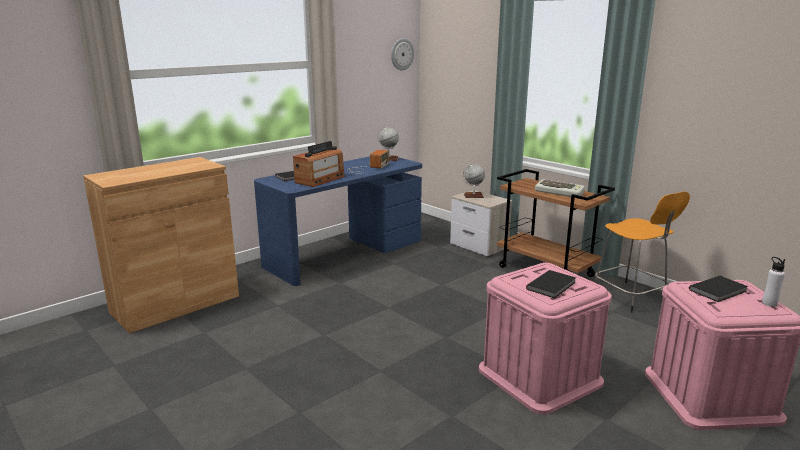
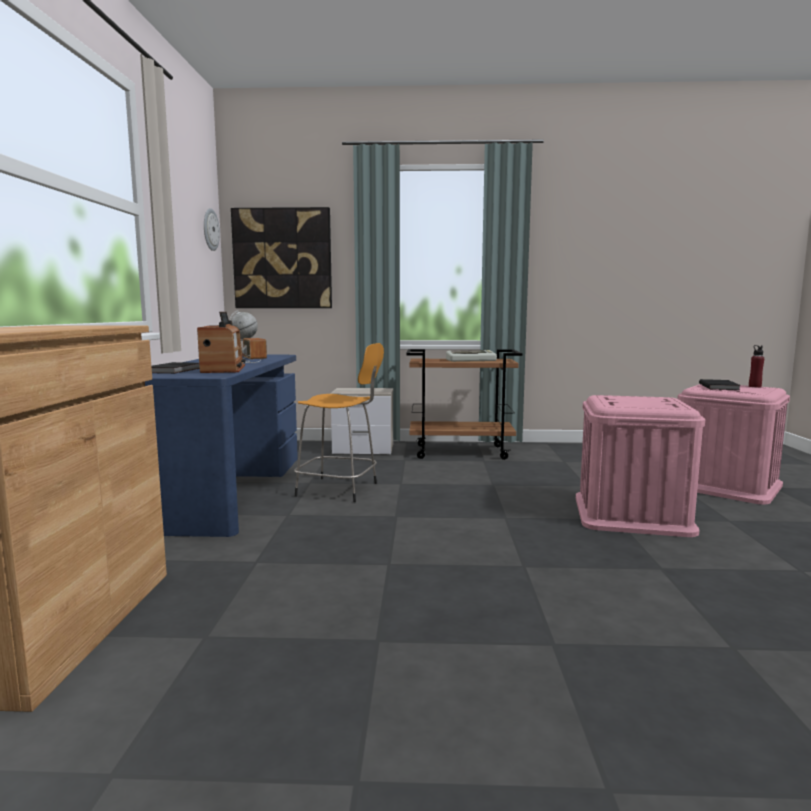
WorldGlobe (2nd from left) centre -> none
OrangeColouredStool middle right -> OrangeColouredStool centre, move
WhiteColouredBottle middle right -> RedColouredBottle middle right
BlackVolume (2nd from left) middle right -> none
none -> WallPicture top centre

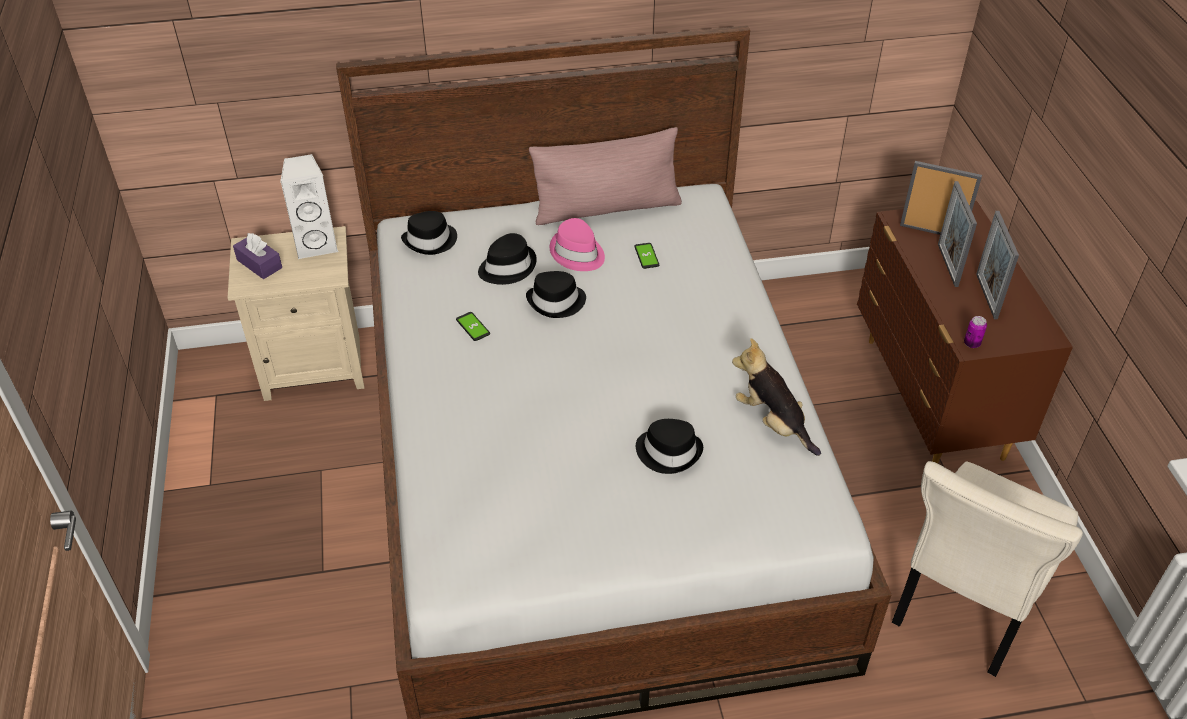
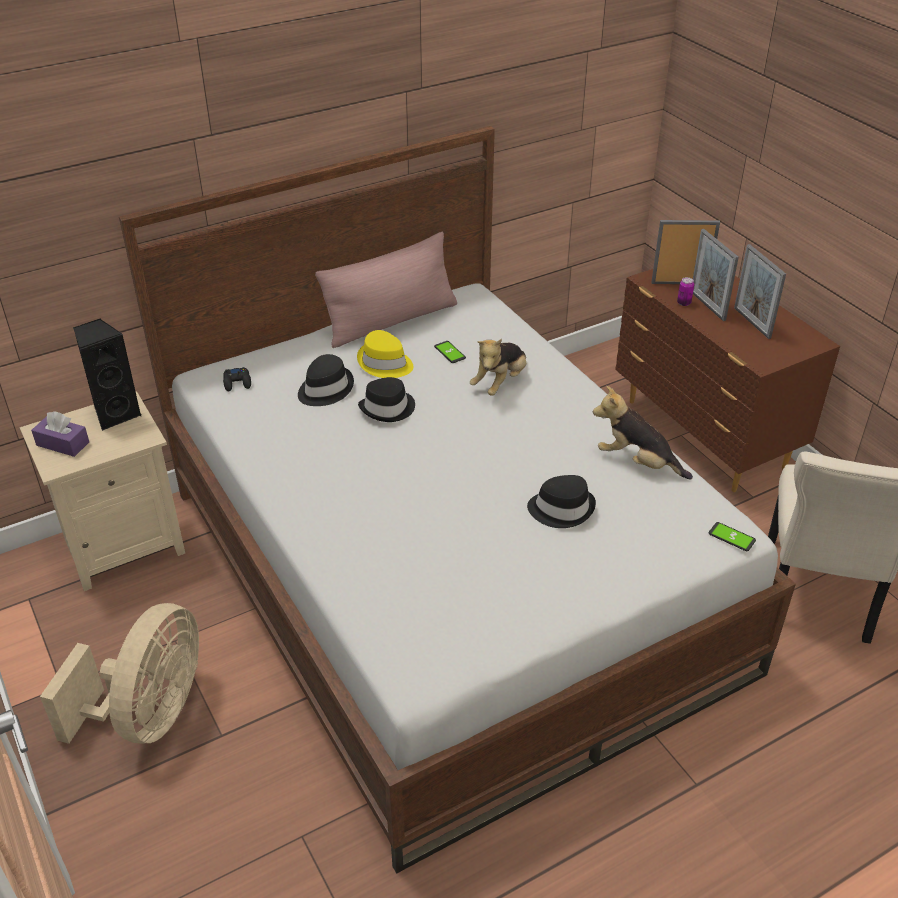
WhiteColouredLoudspeaker top left -> BlackLoudspeaker middle left
BlackHat (1st from left) top centre -> BlackGamepad middle left
PinkHat centre -> YellowHat centre
Handset (1st from left in the first image) centre -> Handset (2nd from left) middle right, move
Can middle right -> Can top right, move
none -> PlushToy (1st from left) centre
none -> BeigeColouredCoolingFan bottom left

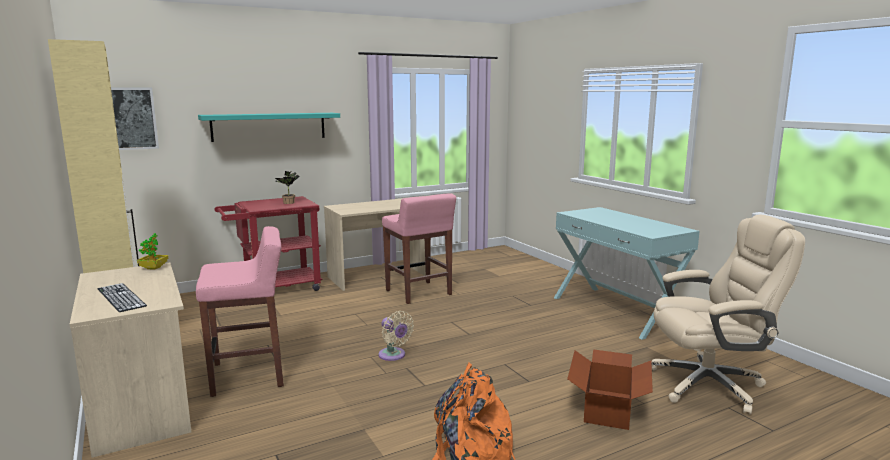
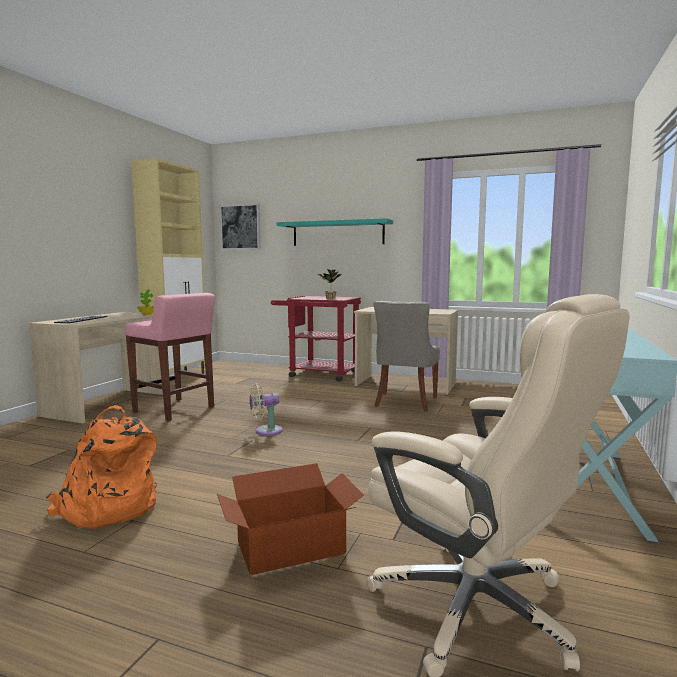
PinkStool (2nd from left) centre -> GreyishChair centre
BeigeColouredCoolingFan bottom centre -> BeigeColouredCoolingFan centre, 60 degrees clockwise

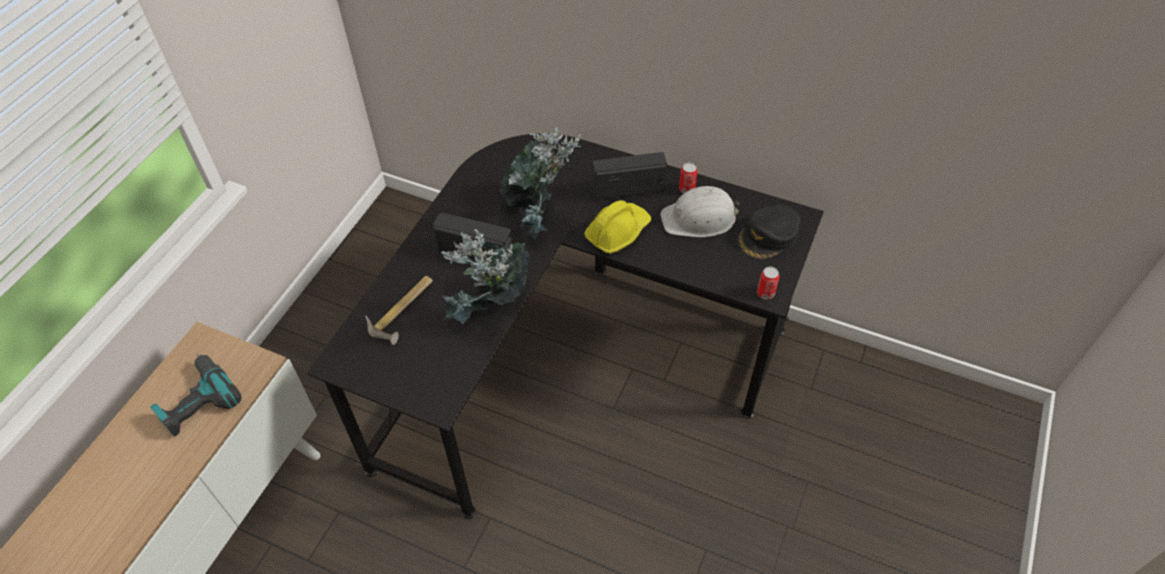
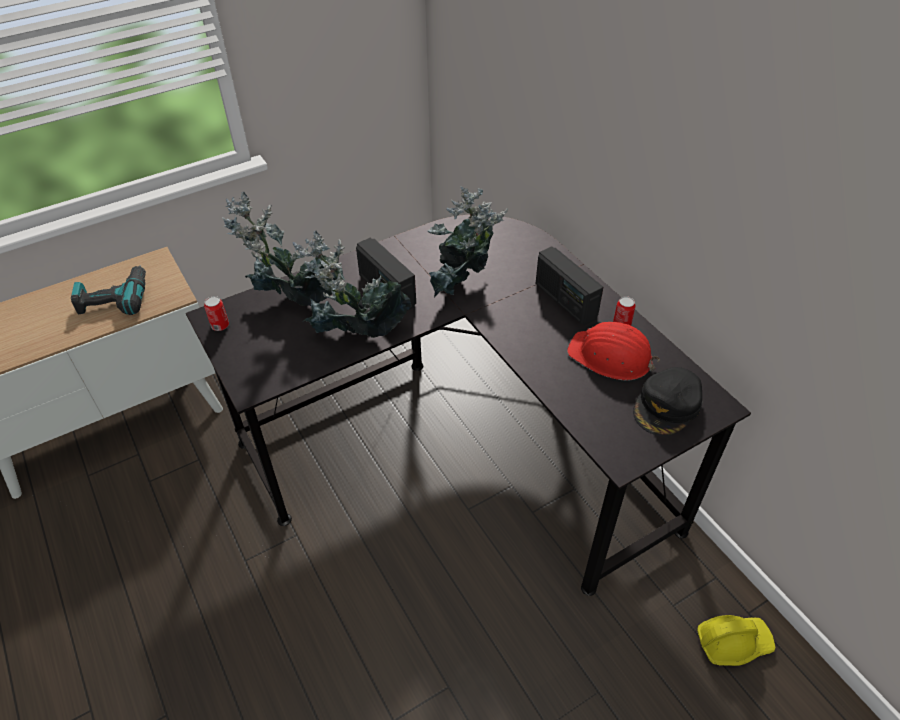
Radio (2nd from left) top centre -> Radio (2nd from left) centre, 150 degrees counterclockwise
WhiteColouredWorkHelmet centre -> RedColouredWorkHelmet middle right
YellowWorkHelmet centre -> YellowWorkHelmet bottom right, move
BlackCap centre -> BlackCap middle right, 45 degrees counterclockwise
Can (2nd from left in the first image) centre -> Can (1st from left) middle left, move
ToolHammer centre -> Houseplant (1st from left) middle left

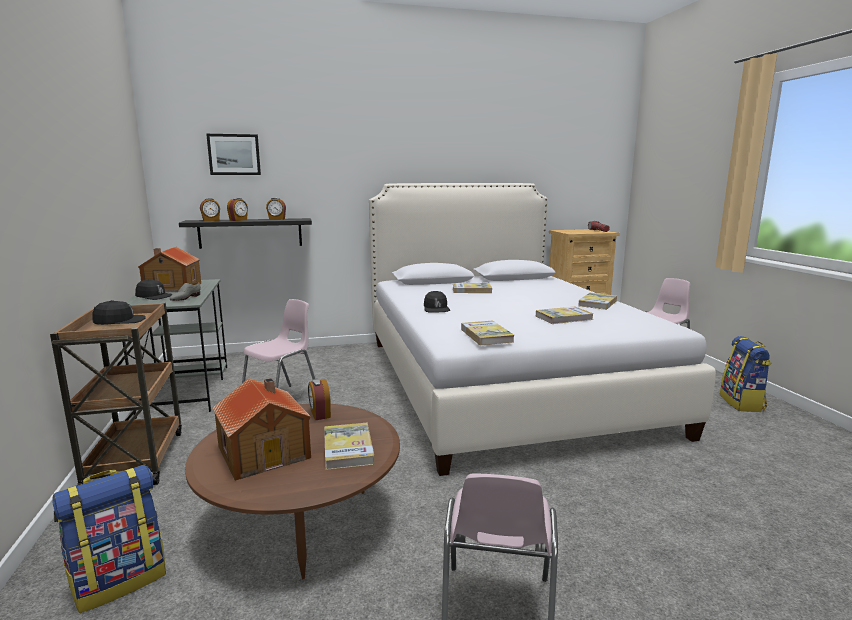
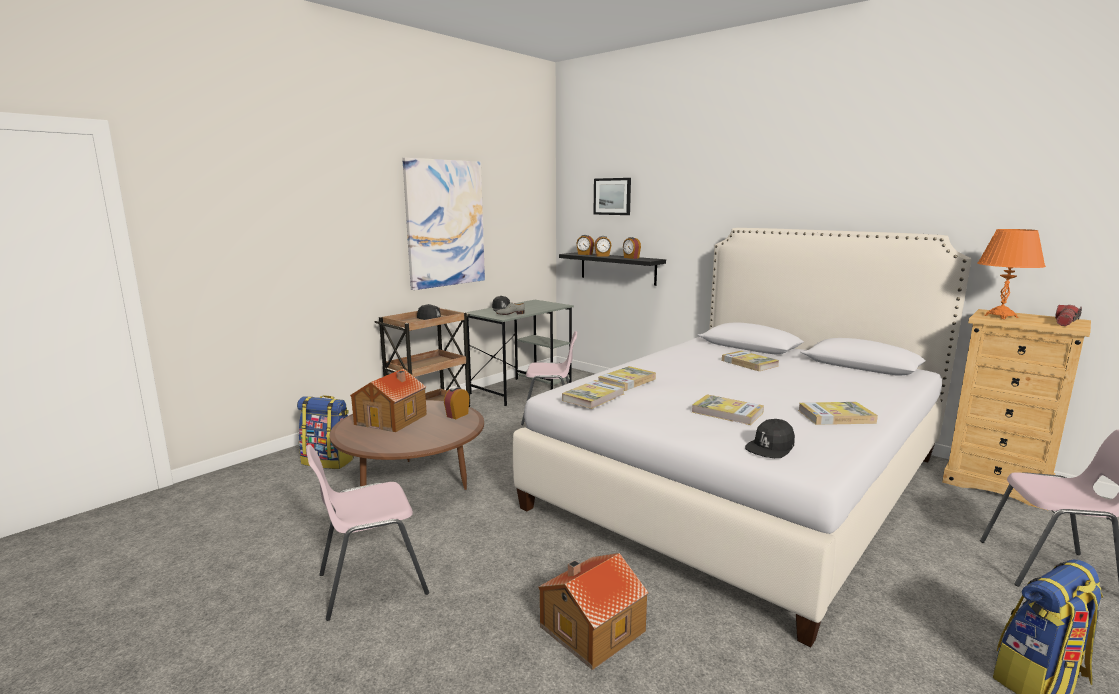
ModelHouse (1st from left in the first image) middle left -> ModelHouse (2nd from left) bottom centre, move
BlackCap (3rd from left) centre -> BlackCap (3rd from left) middle right, move
Volume (1st from left in the first image) bottom centre -> Volume (2nd from left) centre, move
none -> WallPicture (1st from left) top centre
none -> OrangeColouredLampForATable middle right

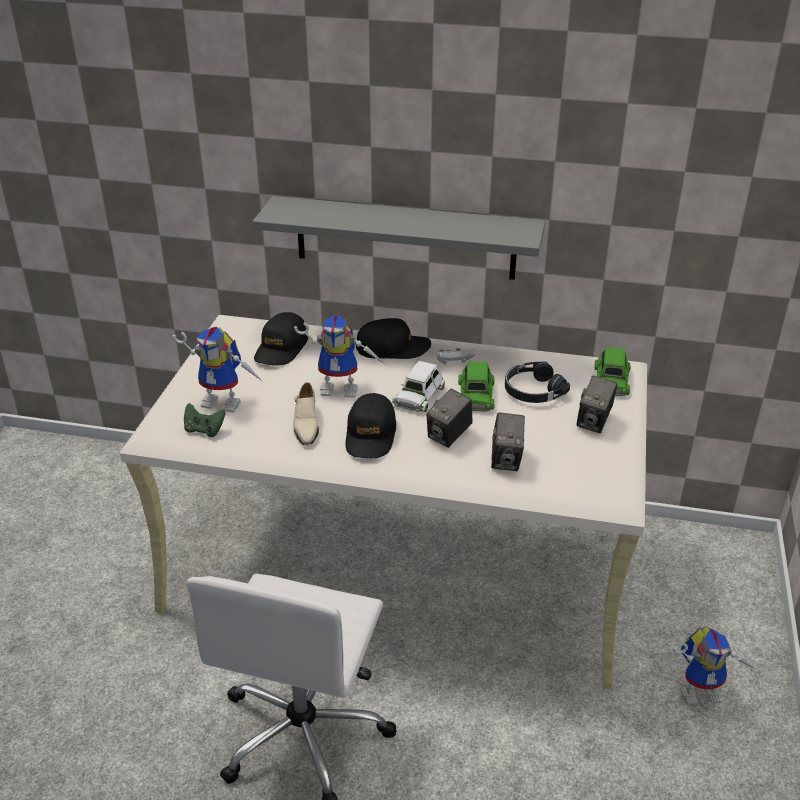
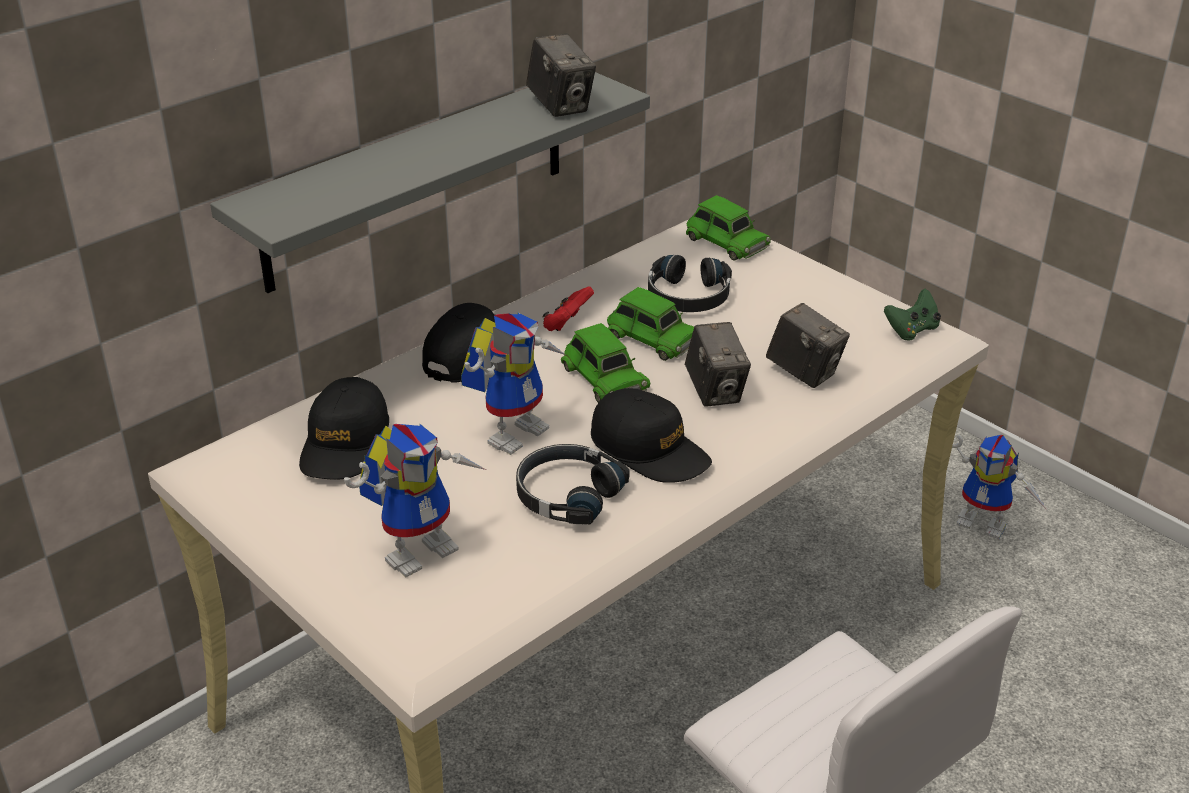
BlackCap (1st from left) centre -> BlackCap (1st from left) middle left, 45 degrees clockwise
WhiteColouredGamepad centre -> RedColouredGamepad centre
WhiteColouredToyCar centre -> GreenishToyCar (1st from left) centre
PhotoCamera (3rd from left in the first image) middle right -> PhotoCamera (1st from left) top centre, move
BeigeColouredItemOfFootwear centre -> BlackHeadphones (1st from left) centre
GreenishGamepad middle left -> GreenishGamepad middle right, move
ModelRobot (3rd from left) bottom right -> ModelRobot (3rd from left) middle right, 90 degrees clockwise

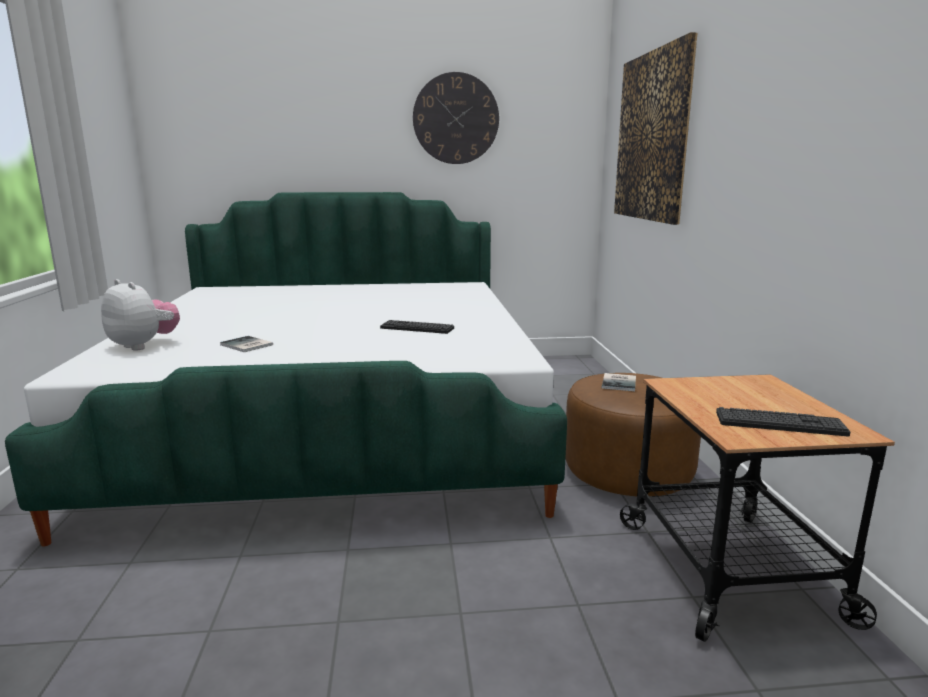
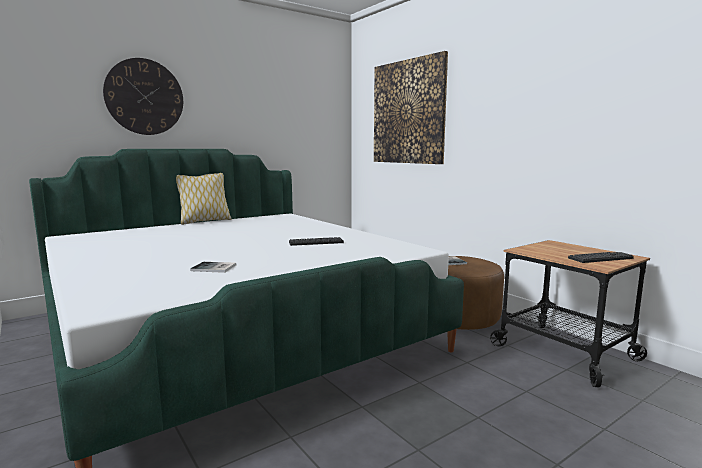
ClockOnTheWall top centre -> ClockOnTheWall top left, move
PlushToy middle left -> none
none -> Pillow middle left

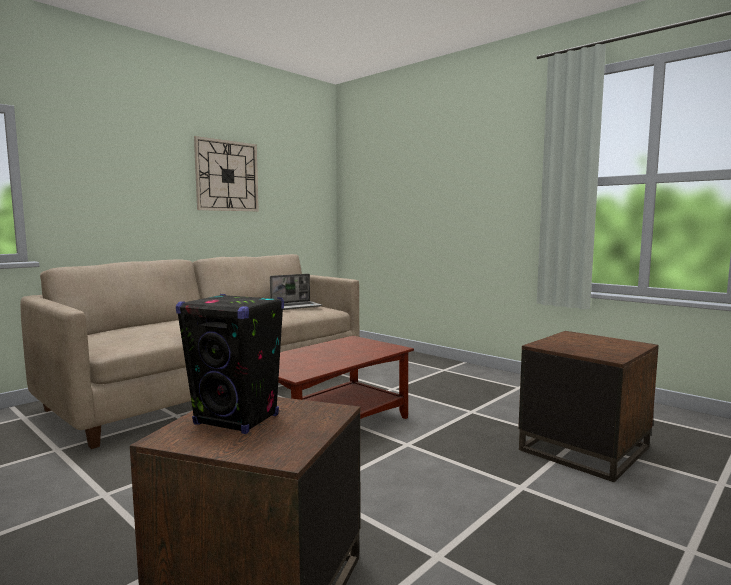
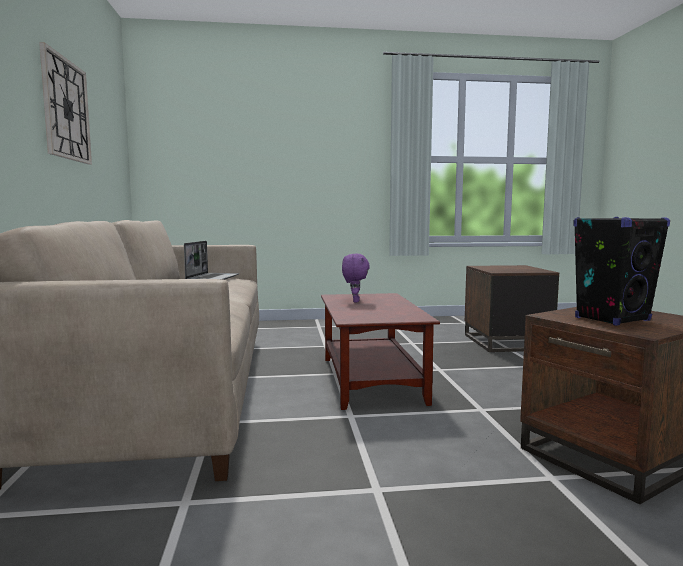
none -> PurplePlushToy centre

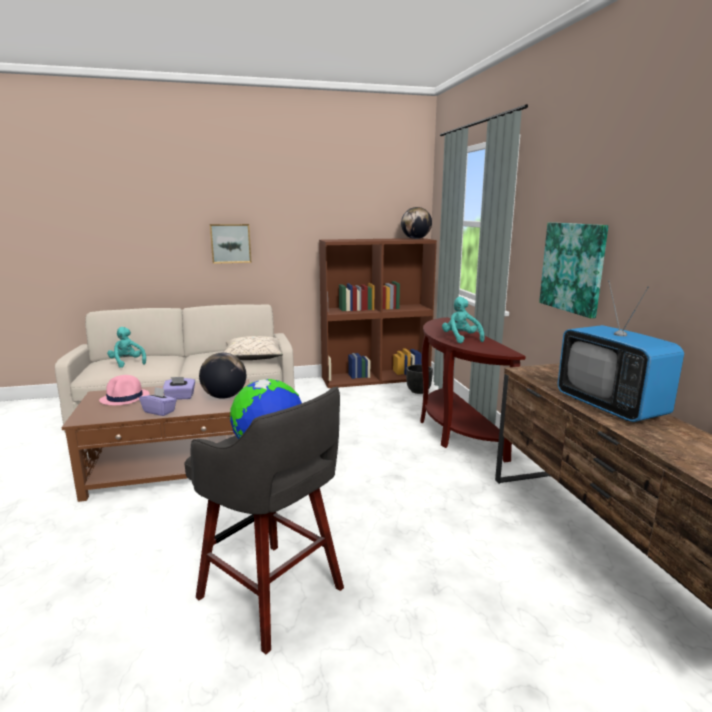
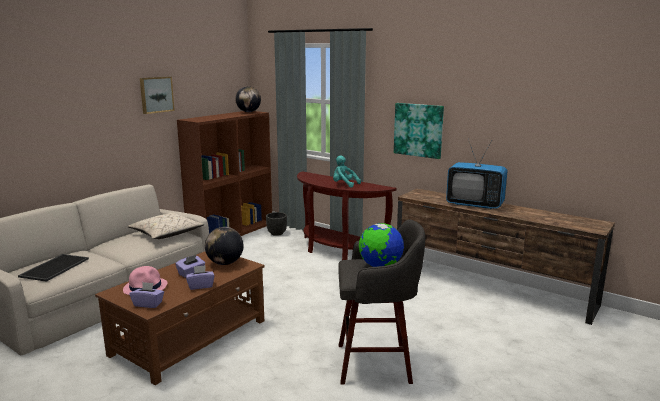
WallPicture (1st from left) middle left -> WallPicture (1st from left) top left, move
BlueGreenPlushToy (1st from left) middle left -> CarryingTray bottom left
none -> PurpleTissueBox (1st from left) bottom left

